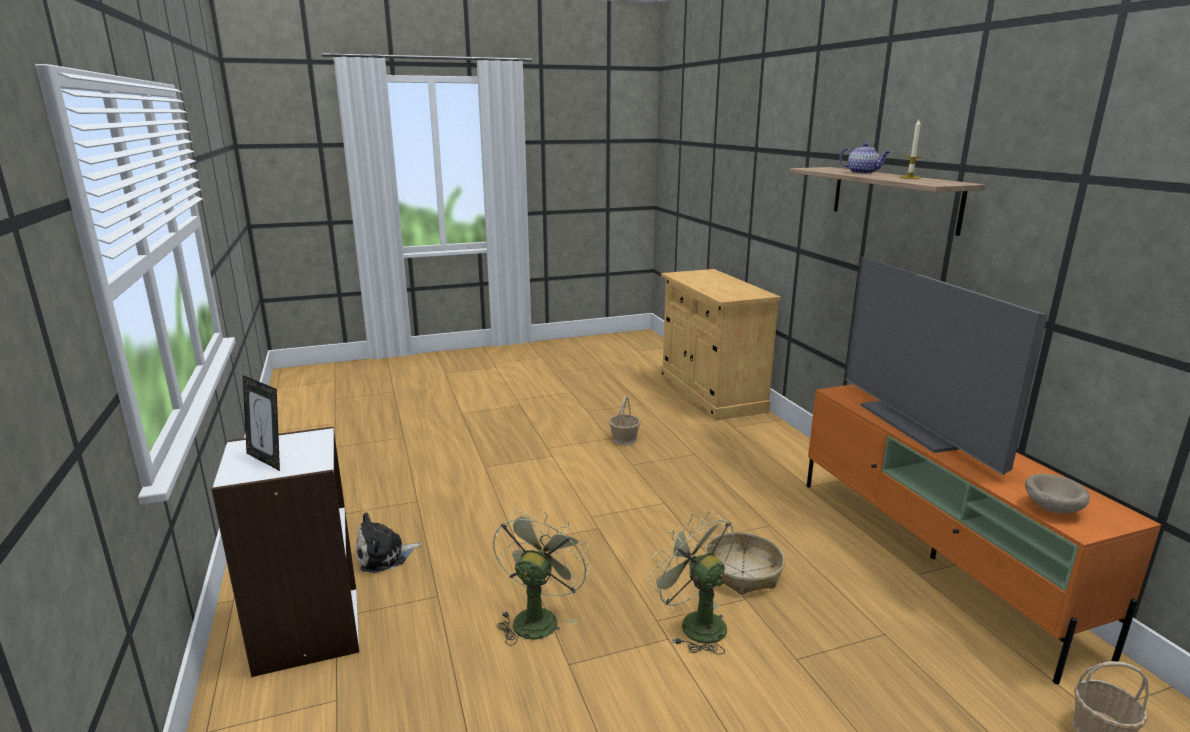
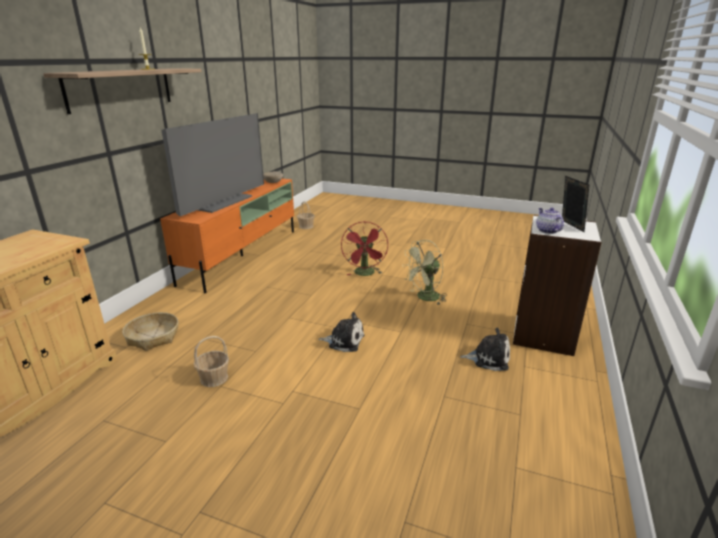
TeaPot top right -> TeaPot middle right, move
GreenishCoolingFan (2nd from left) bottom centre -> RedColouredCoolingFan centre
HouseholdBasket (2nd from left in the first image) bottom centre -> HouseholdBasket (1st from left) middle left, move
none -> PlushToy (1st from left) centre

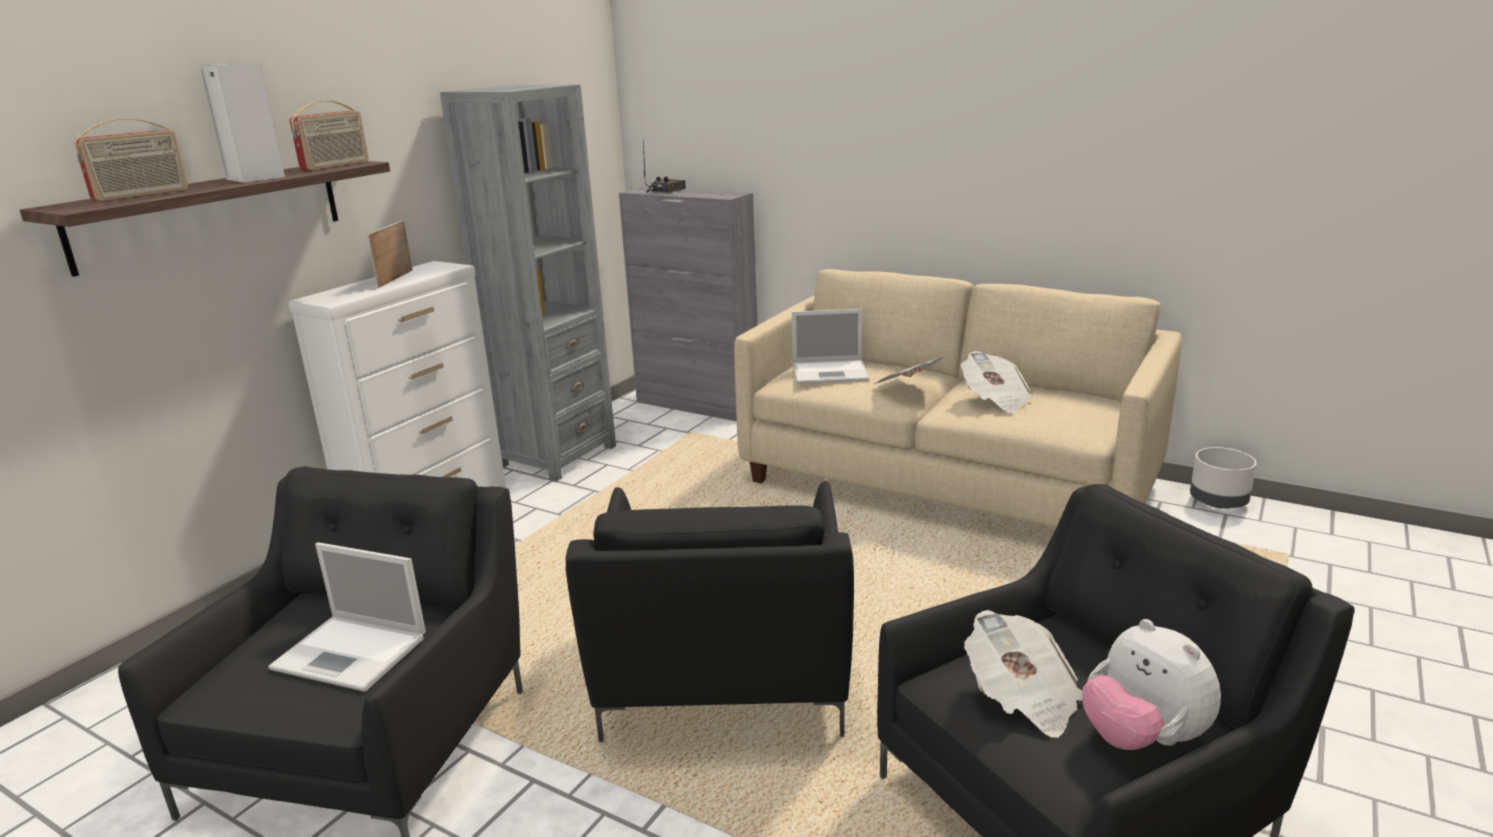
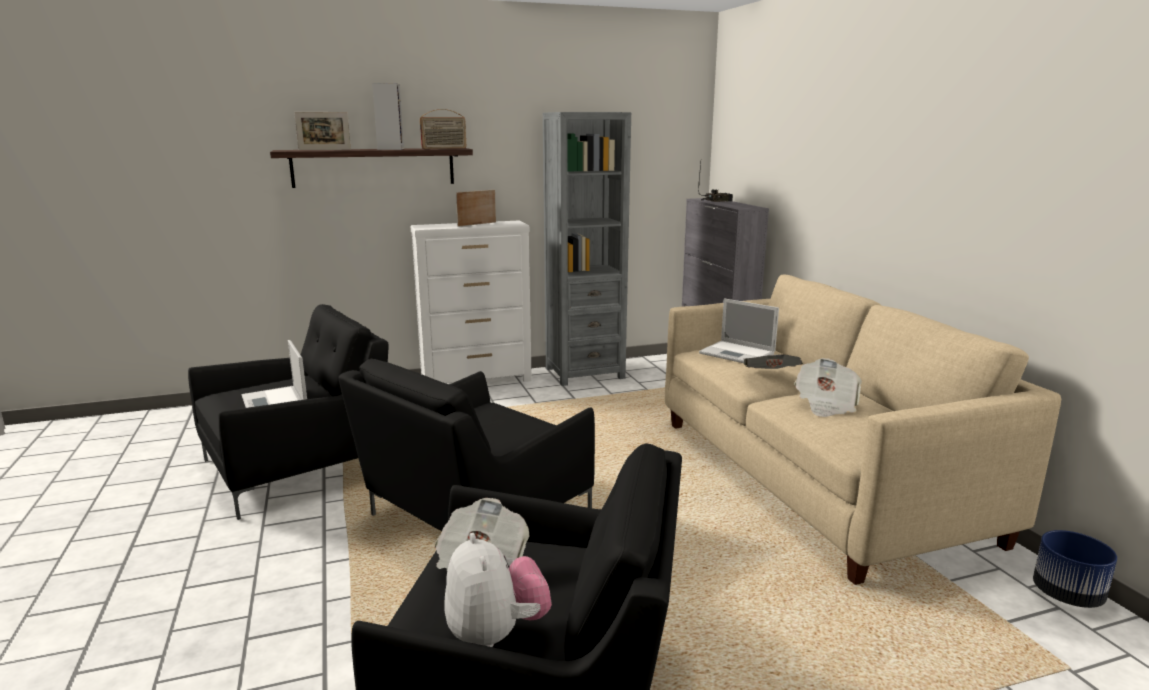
Radio (1st from left) top left -> PictureFrame (1st from left) top left
GreyishPlanter middle right -> BluePlanter bottom right
PlushToy bottom right -> PlushToy bottom centre, 150 degrees clockwise

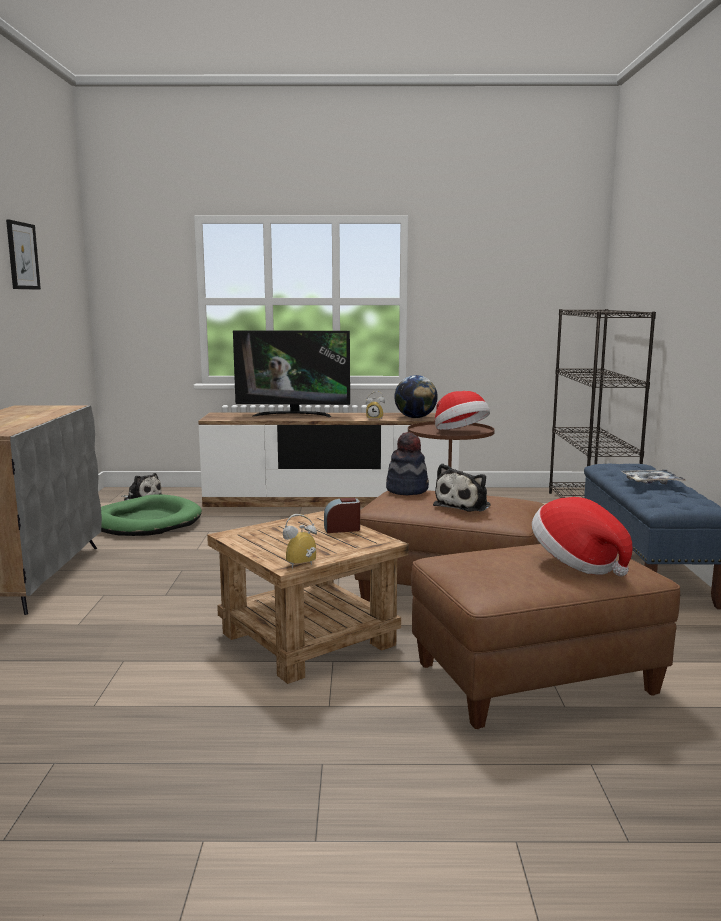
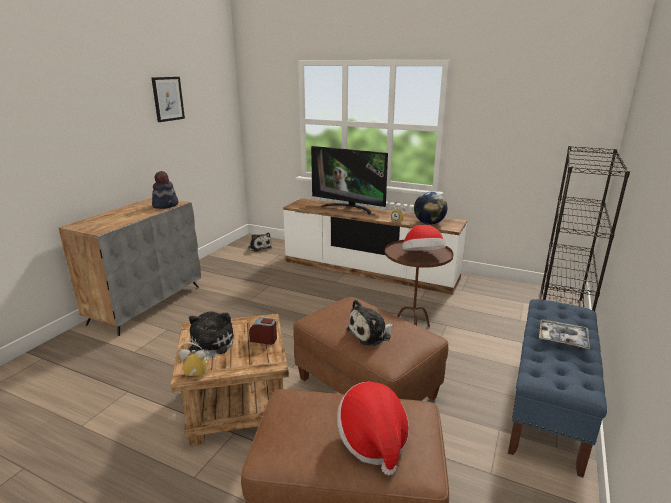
Hat (1st from left) centre -> Hat (1st from left) middle left, move
GreenishDogBed middle left -> none
none -> PlushToy (1st from left) bottom left

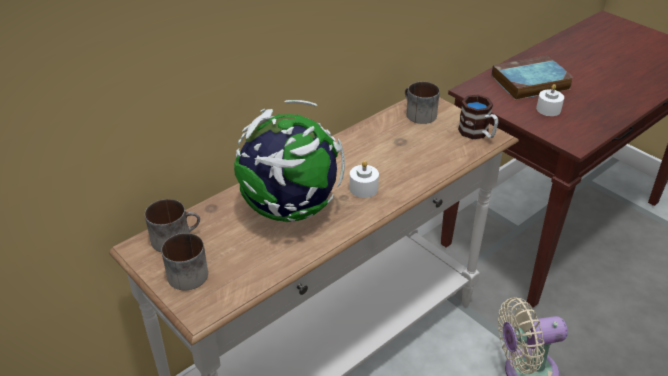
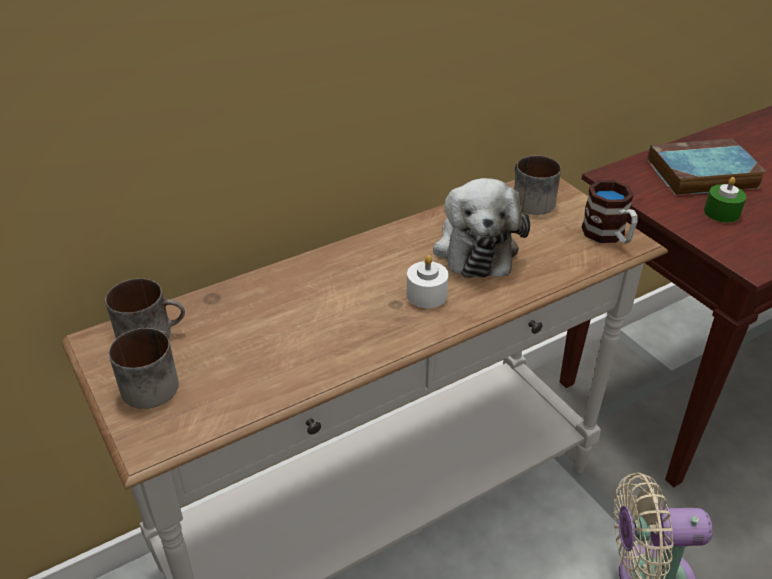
WhiteColouredWaxLight (2nd from left) top right -> GreenishWaxLight middle right
WorldGlobe centre -> none
none -> PlushToy centre

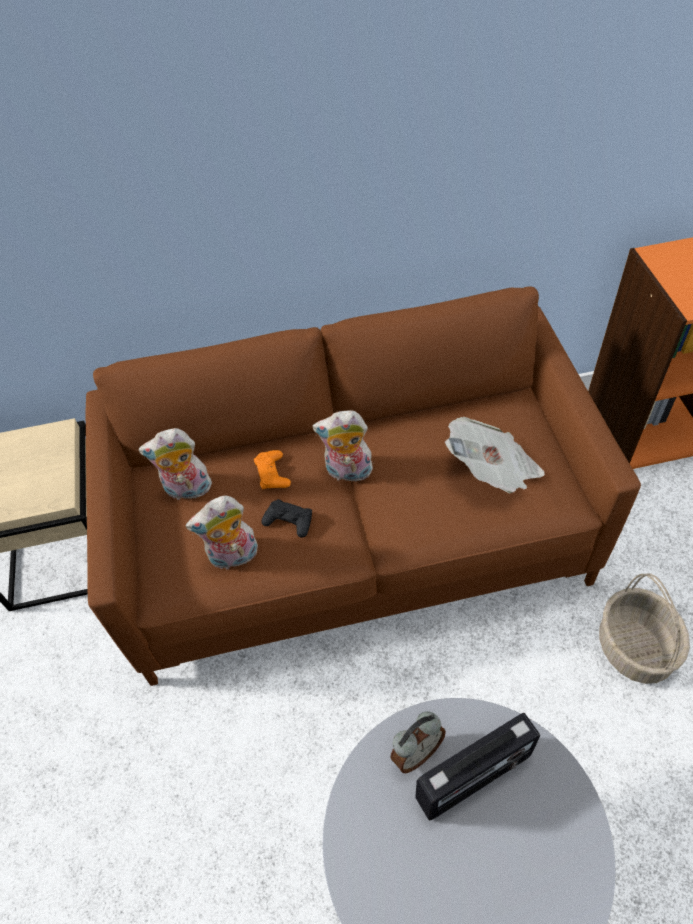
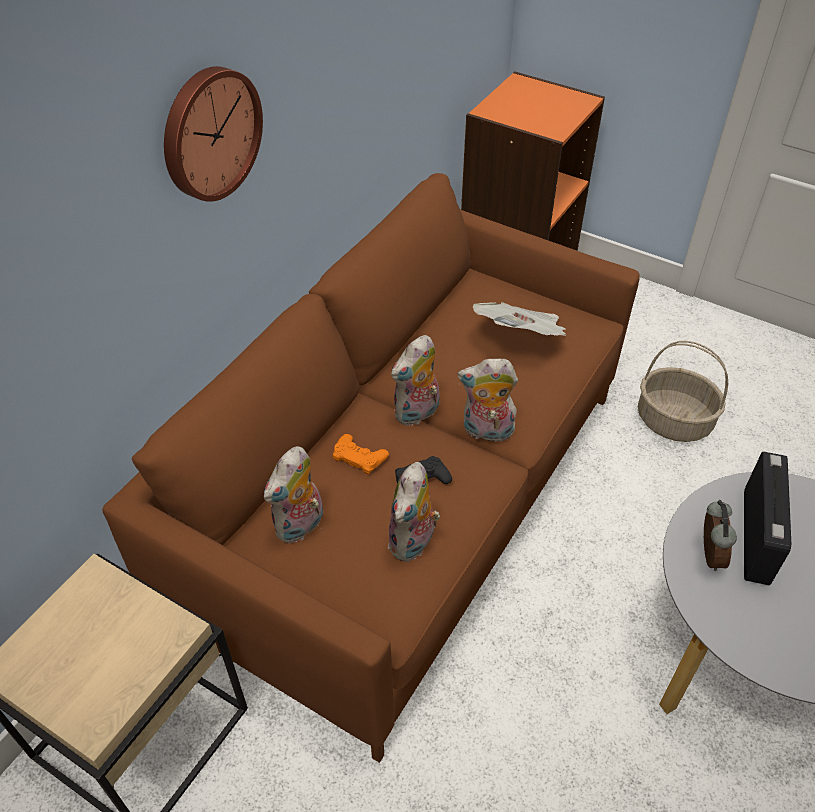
none -> ClockOnTheWall top left
none -> PlushToy (4th from left) centre

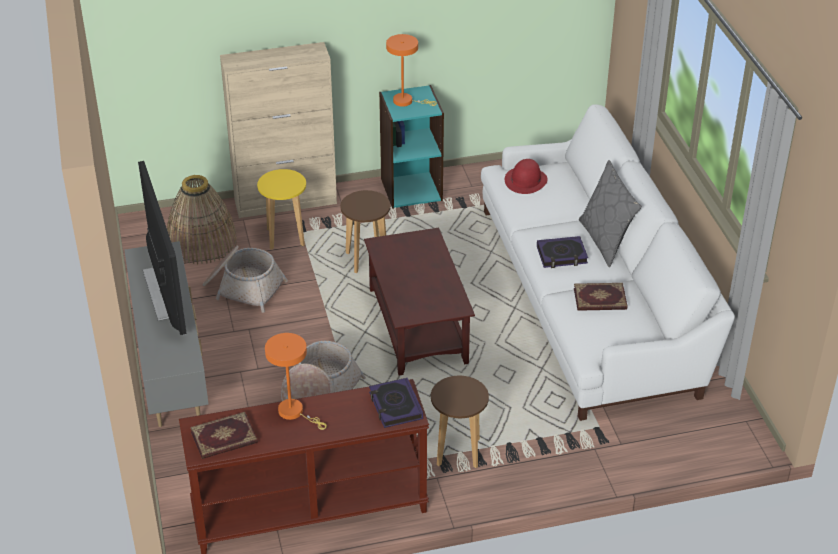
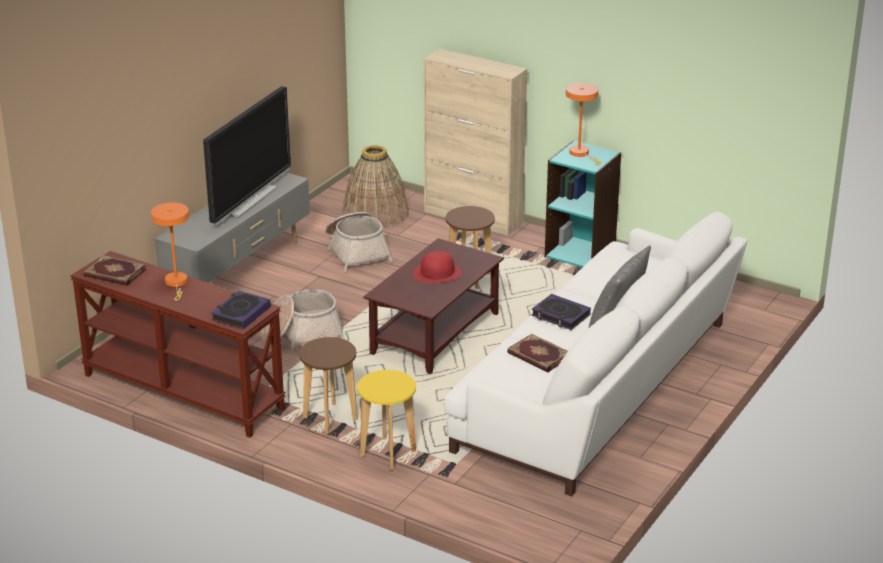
RedColouredHat top centre -> RedColouredHat centre, move
YellowStool centre -> YellowStool bottom centre, move

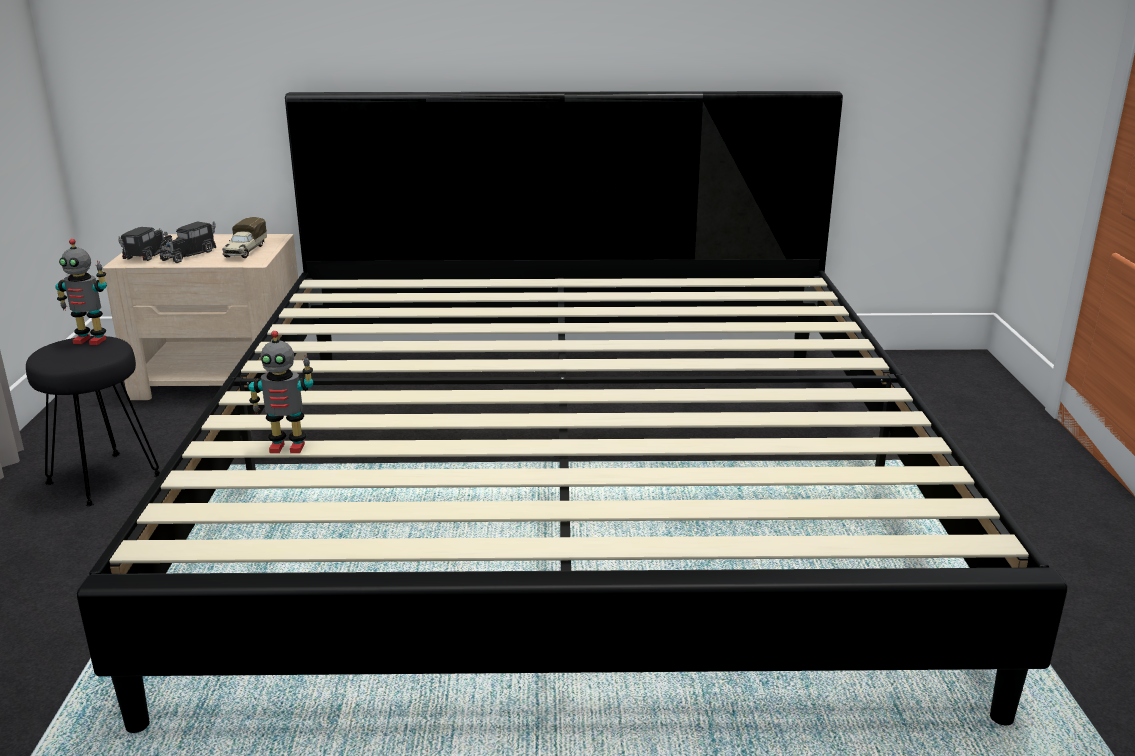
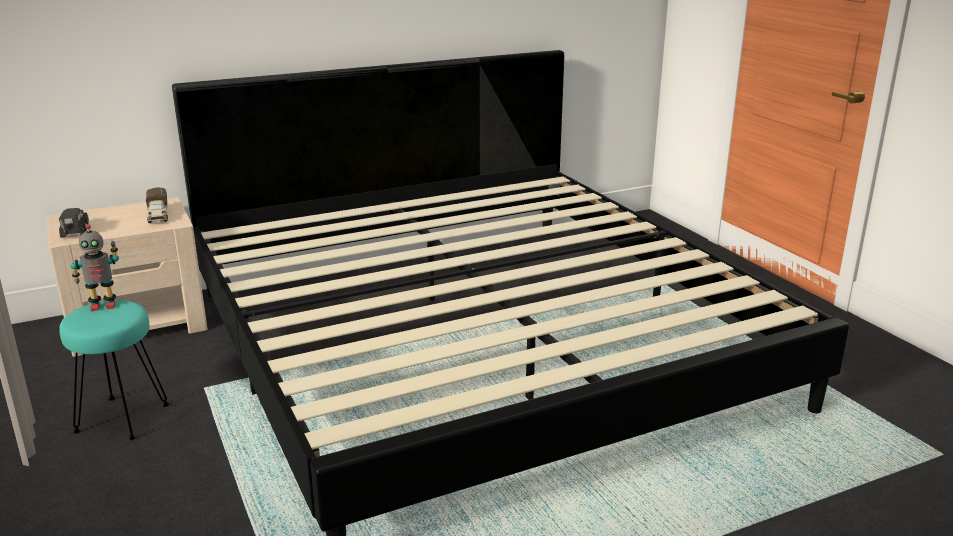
ToyTruck (2nd from left) top left -> none
ModelRobot (2nd from left) middle left -> none
BlackStool middle left -> BlueGreenStool bottom left

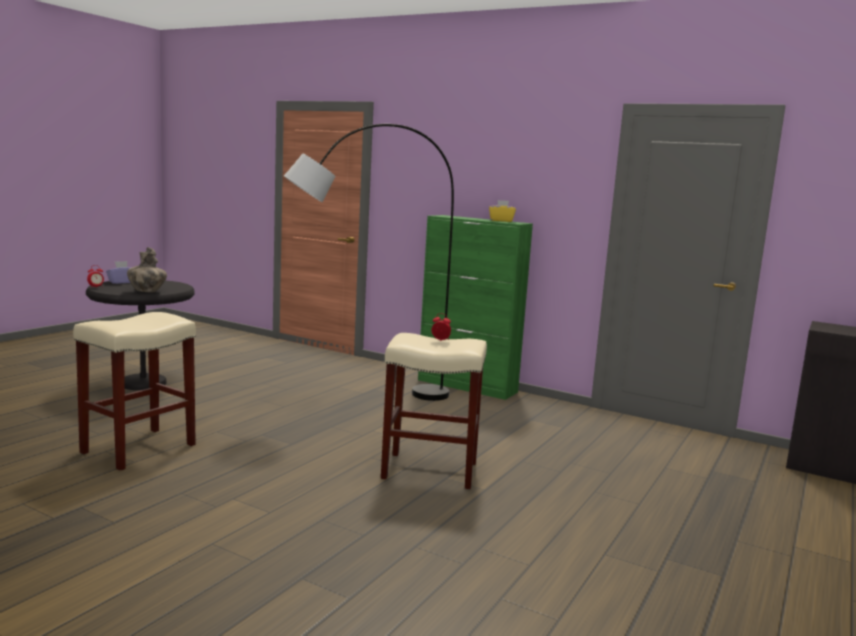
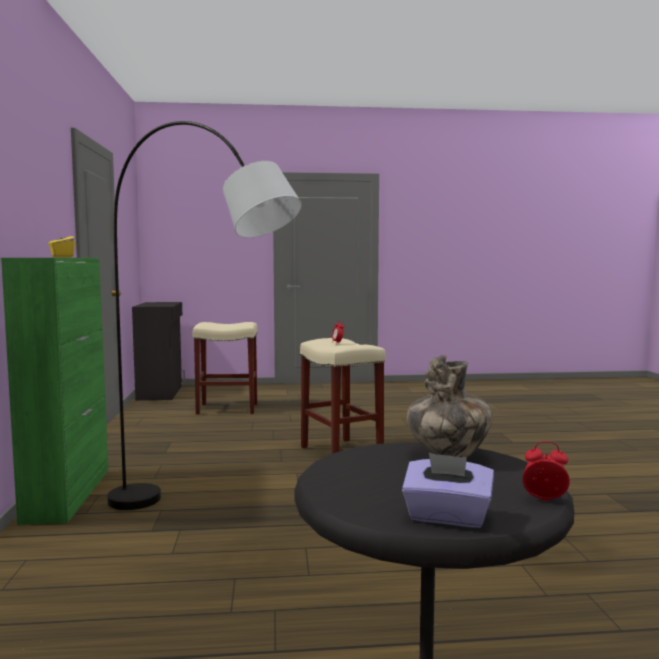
BeigeColouredStool (1st from left) middle left -> BeigeColouredStool (1st from left) centre, move

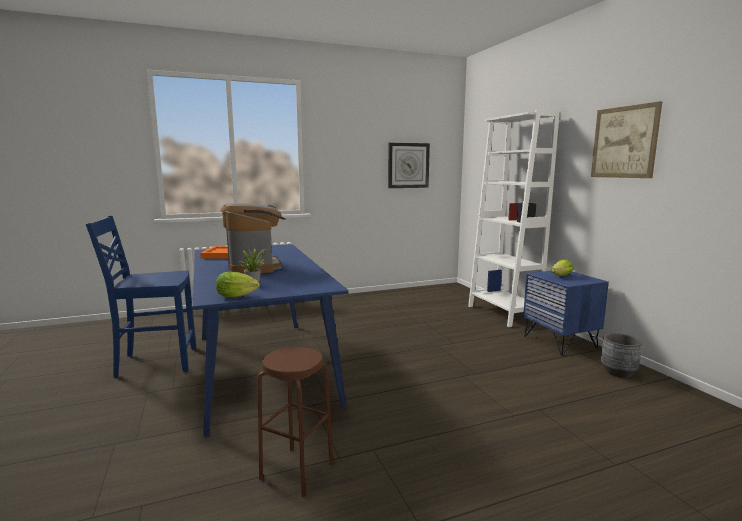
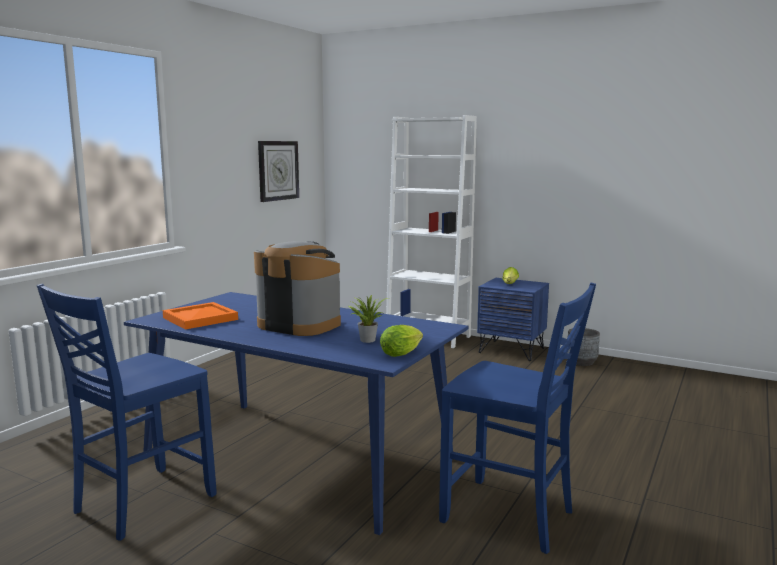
WallPicture top right -> none
BrownColouredStool bottom centre -> BlueChair (2nd from left) bottom centre

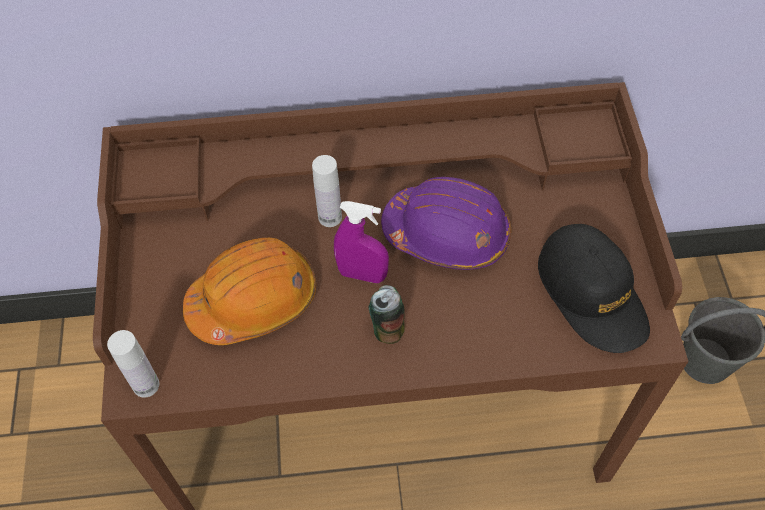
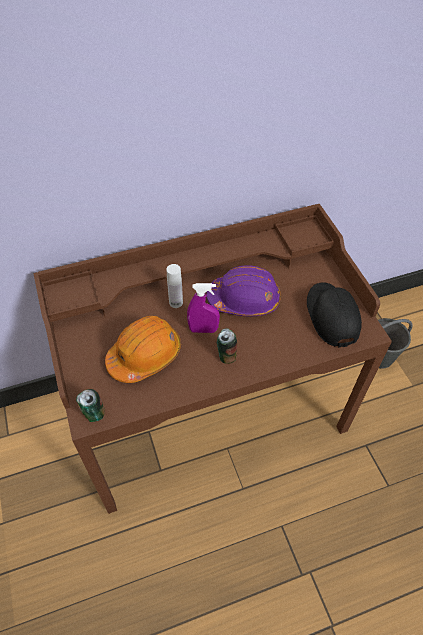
BlackCap middle right, 150 degrees counterclockwise
WhiteColouredBottle (1st from left) bottom left -> Can (1st from left) middle left

